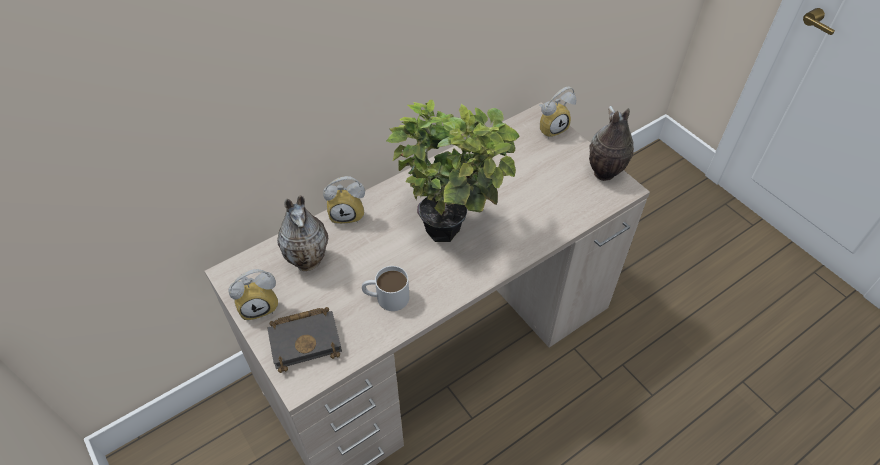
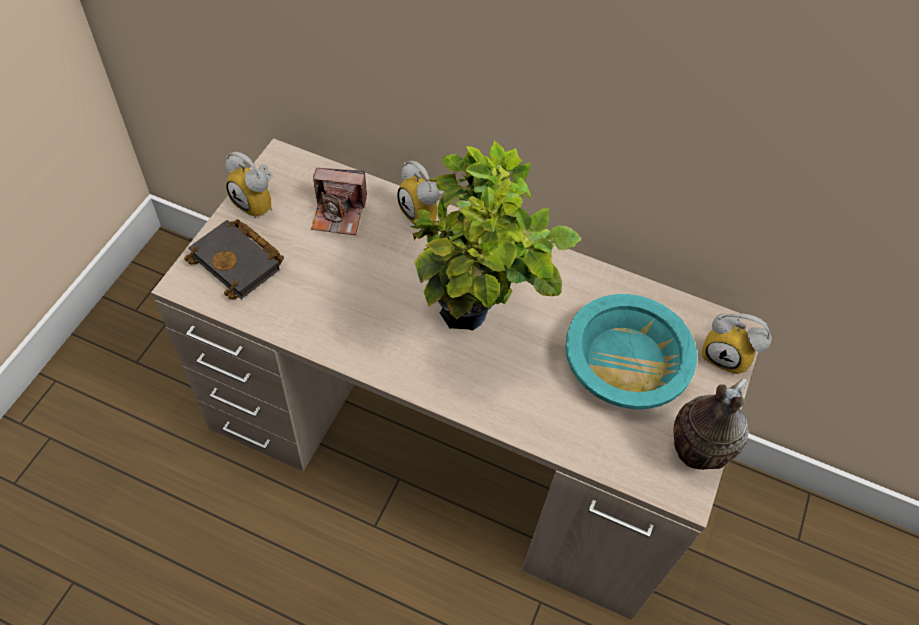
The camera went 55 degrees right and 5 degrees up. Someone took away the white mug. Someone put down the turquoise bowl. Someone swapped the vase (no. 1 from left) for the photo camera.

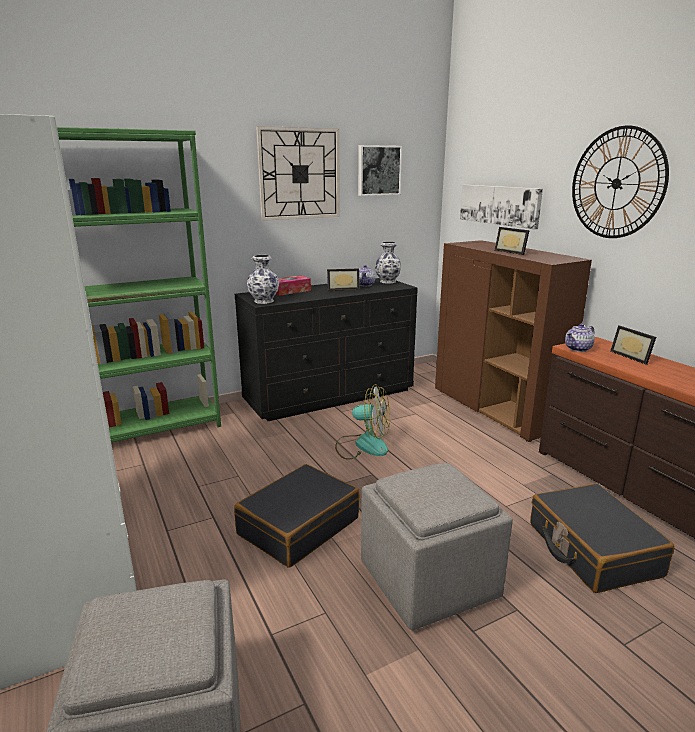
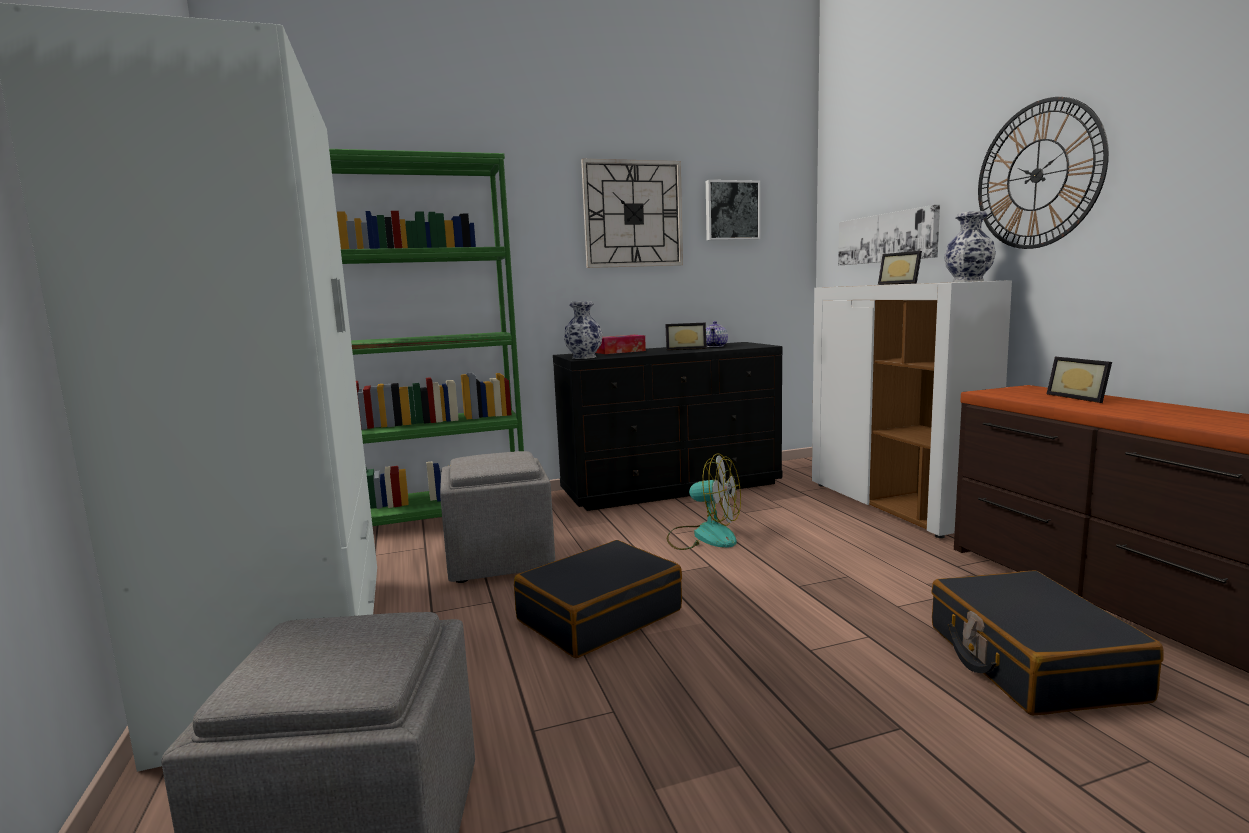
The camera went 10 degrees right and 10 degrees down. Someone took away the teapot (no. 2 from left). Someone carried the grey ottoman (no. 2 from left). Someone carried the vase (no. 2 from left). Someone repainted the brown cabinet, which became the white cabinet.

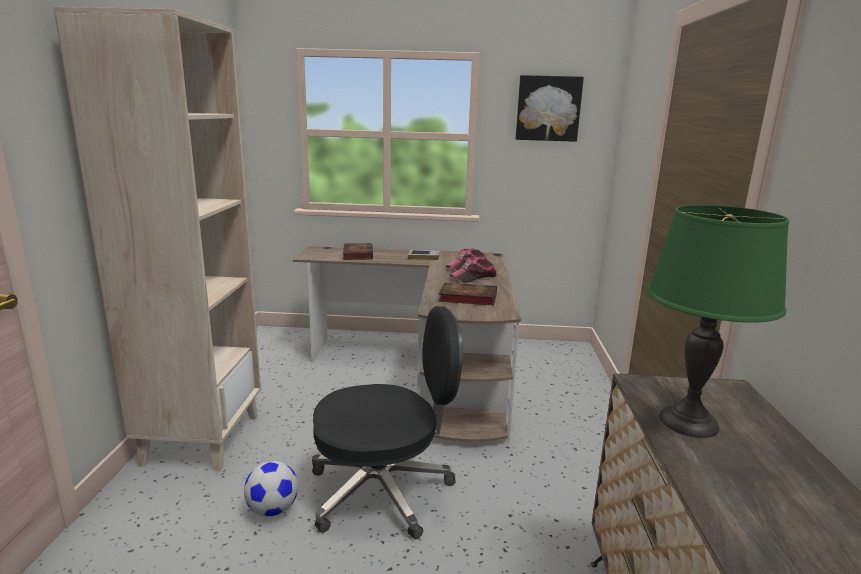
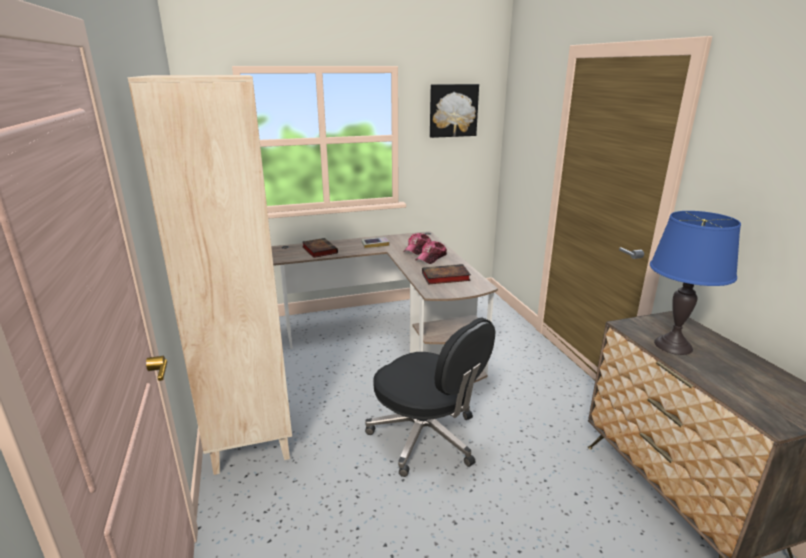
The camera went 20 degrees left and 5 degrees up. Someone took away the football. Someone repainted the green table lamp, which became the blue table lamp. Someone rotated the black office chair by 75 degrees clockwise.

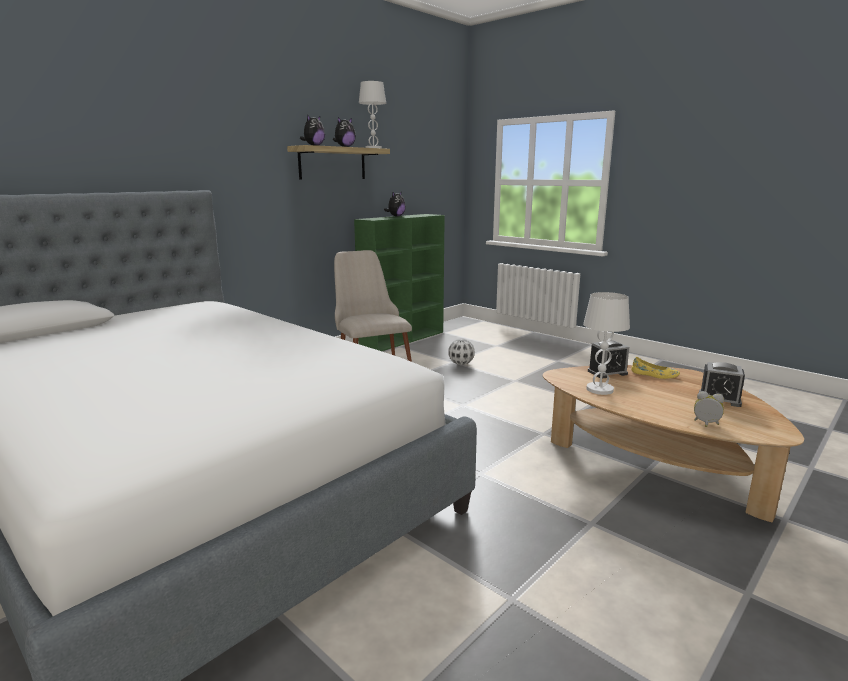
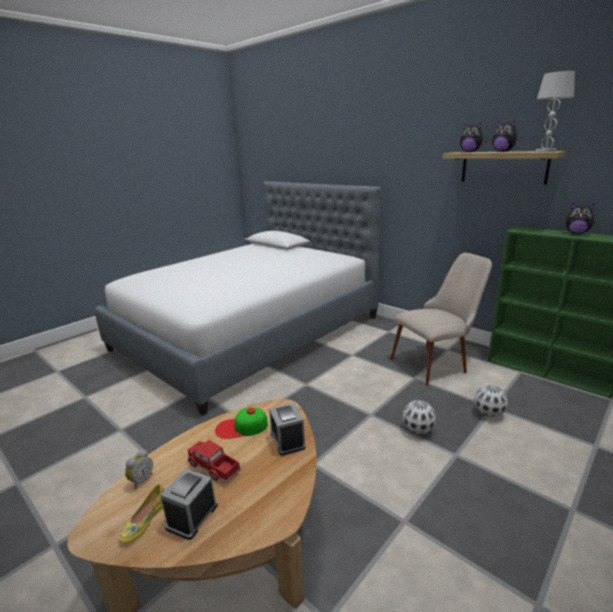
The camera went 90 degrees right and 5 degrees up. Someone put down the toy truck. Someone put down the football (no. 1 from left). Someone carried the yellow shoe. Someone swapped the white table lamp (no. 2 from left) for the cap.

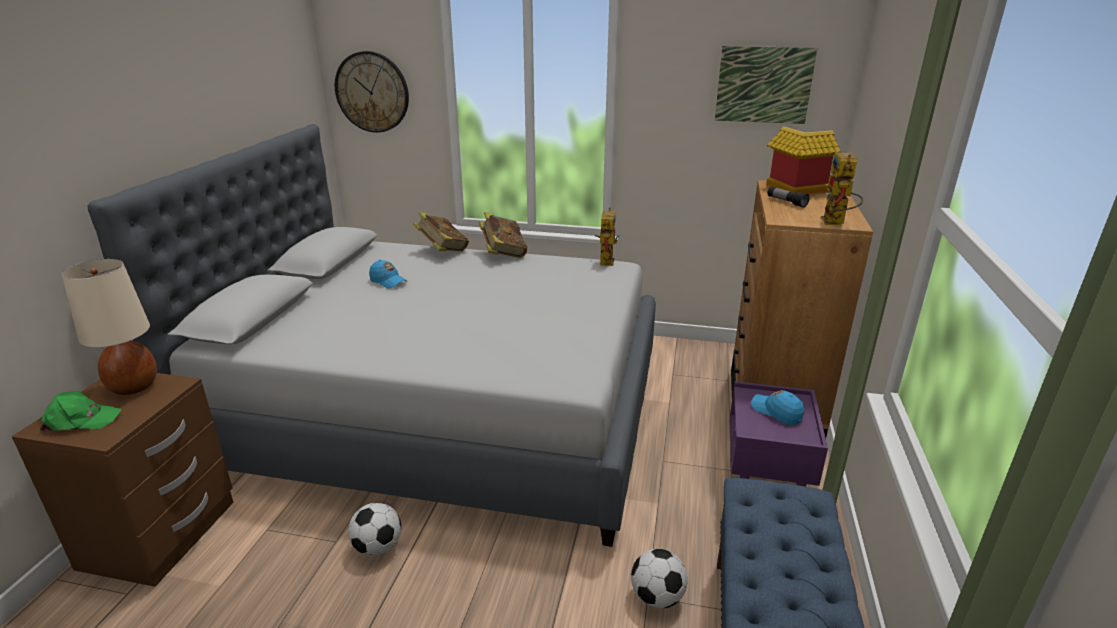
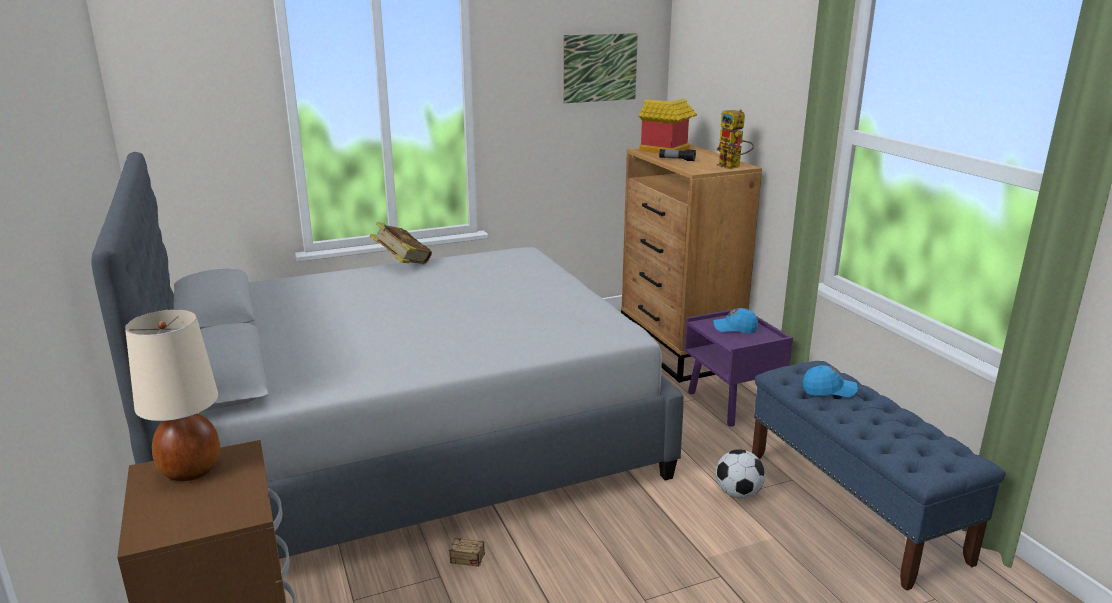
The camera went 35 degrees left and 5 degrees down. Someone took away the green cap. Someone took away the wall clock. Someone took away the book (no. 1 from left). Someone took away the toy robot (no. 1 from left). Someone carried the blue cap (no. 1 from left in the first image). Someone swapped the football (no. 1 from left) for the storage box.

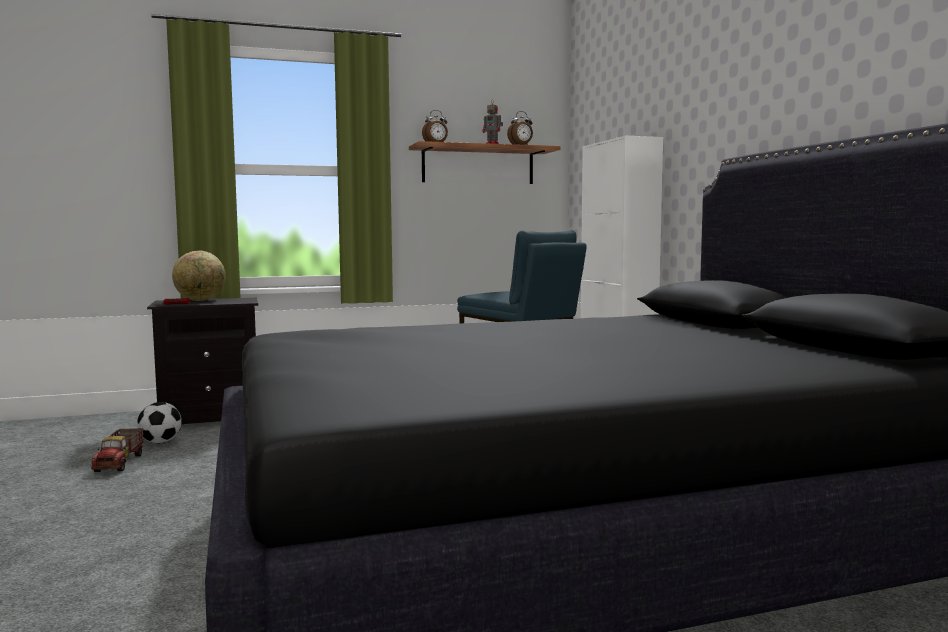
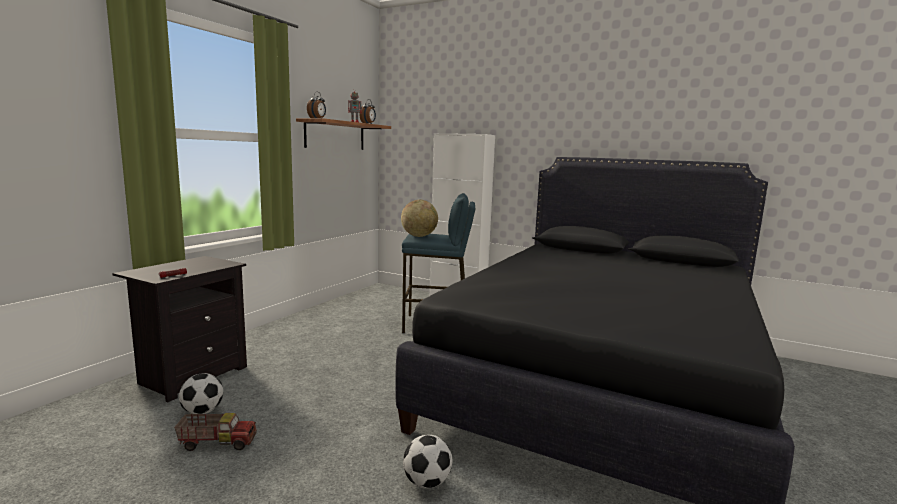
The camera went 45 degrees left and 5 degrees up. Someone put down the football (no. 2 from left). Someone carried the globe. Someone rotated the toy truck by 45 degrees counterclockwise.

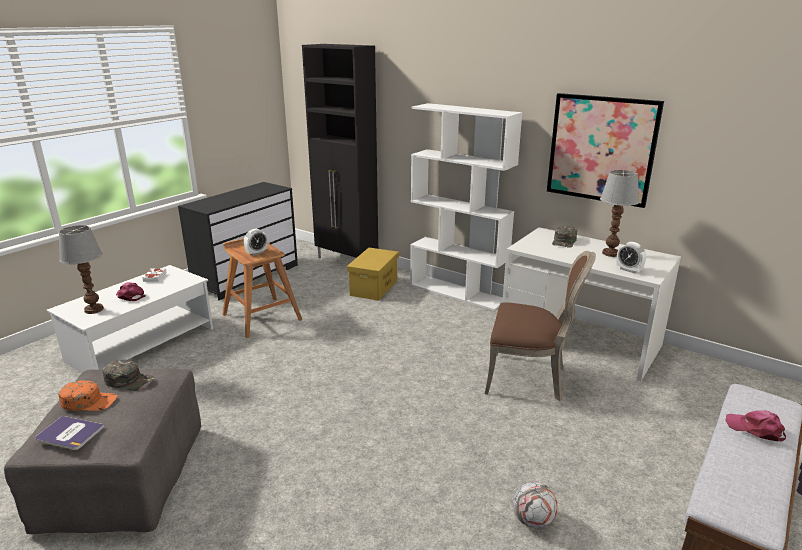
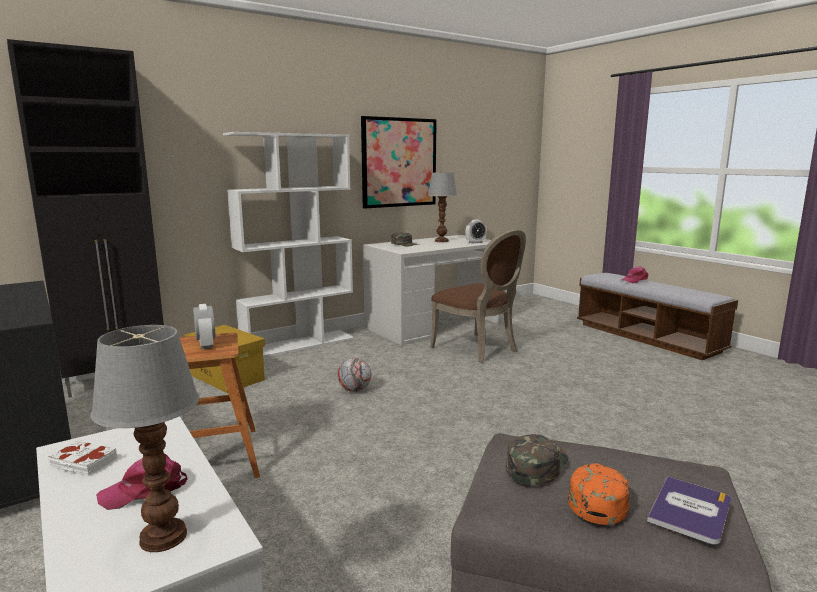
The camera went 70 degrees left and 10 degrees down. Someone carried the football. Someone rotated the brown chair by 105 degrees clockwise.

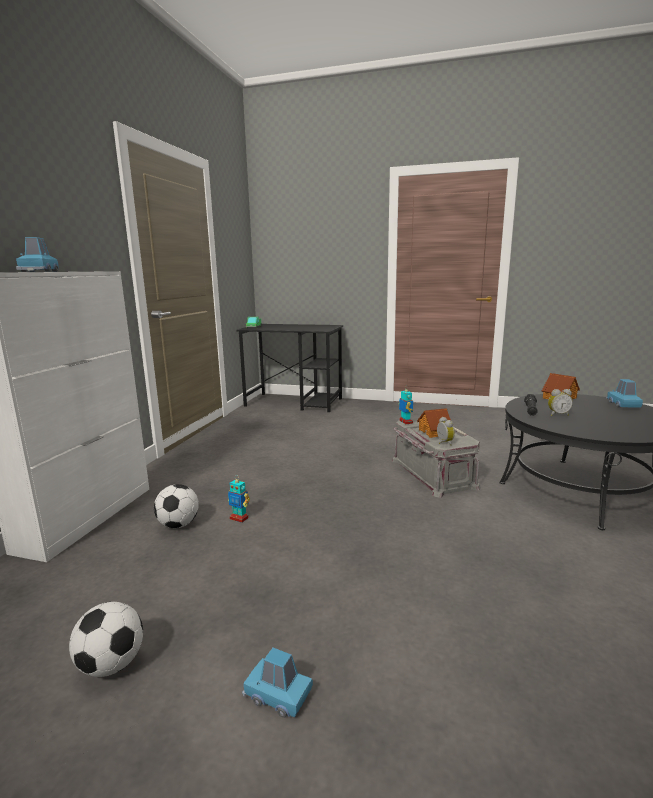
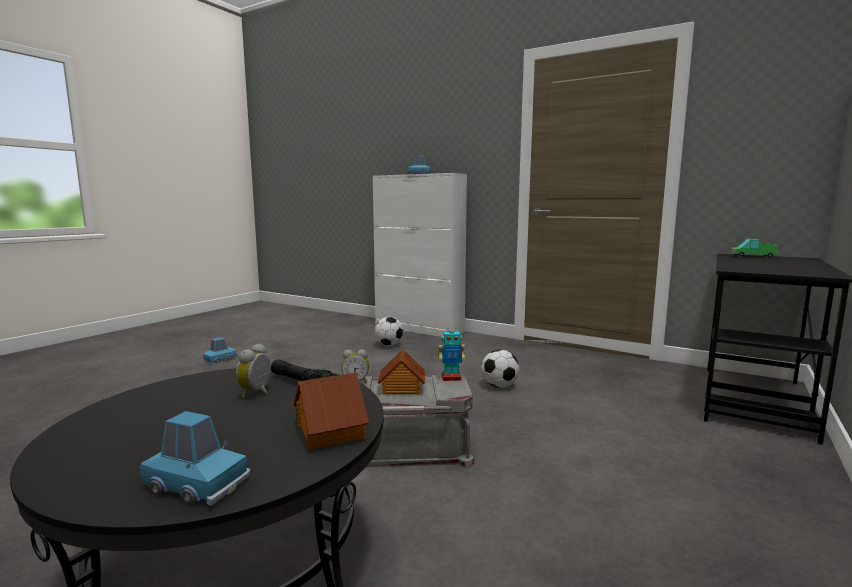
The camera went 105 degrees right and 5 degrees down. Someone took away the toy robot (no. 1 from left). Someone carried the football (no. 1 from left in the first image).

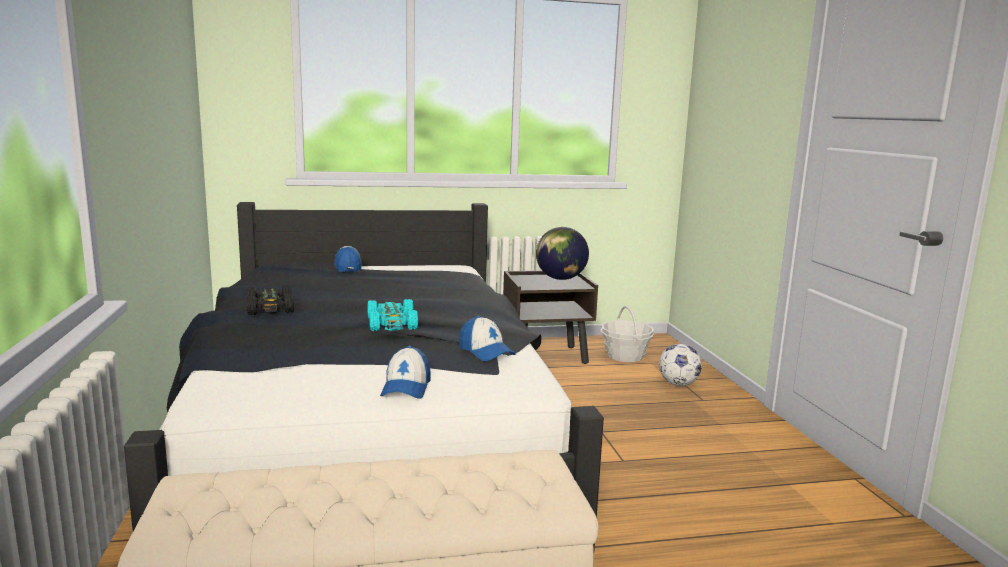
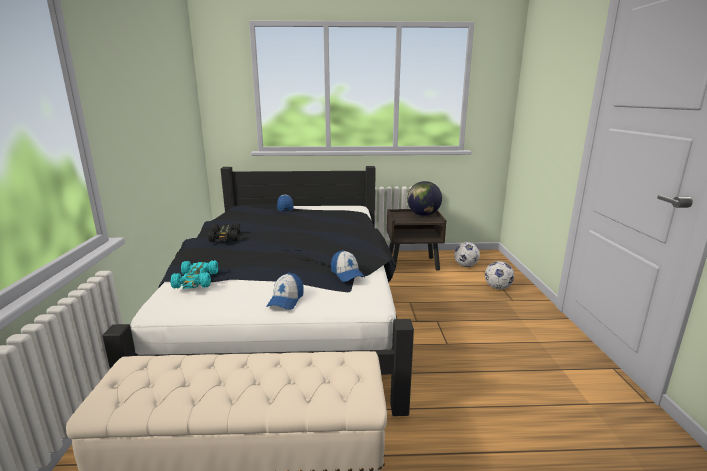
The camera went 10 degrees right and 5 degrees up. Someone carried the turquoise toy car. Someone swapped the basket for the football (no. 1 from left).

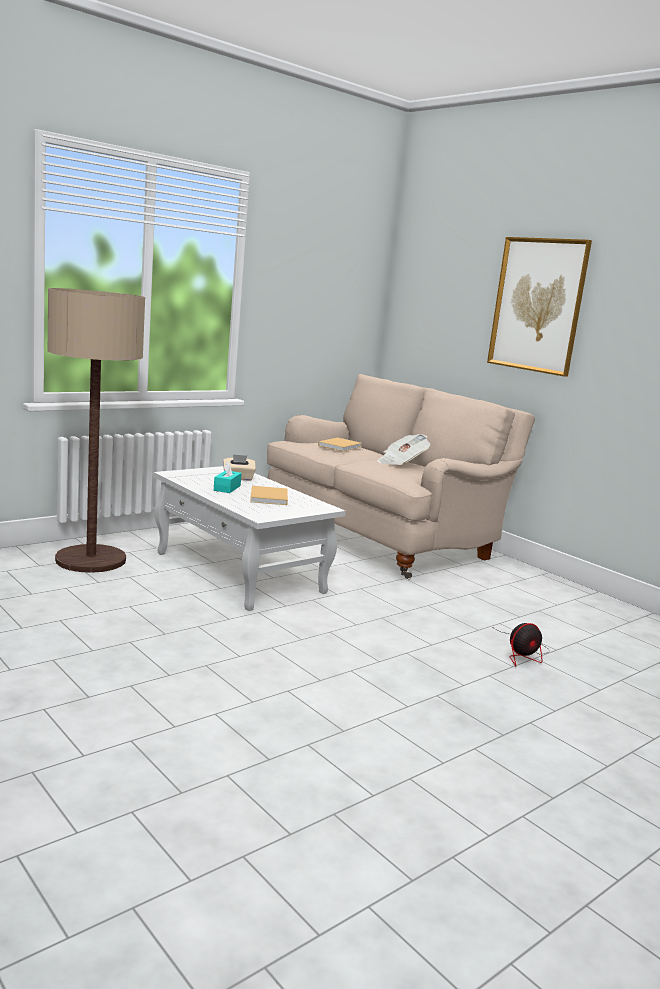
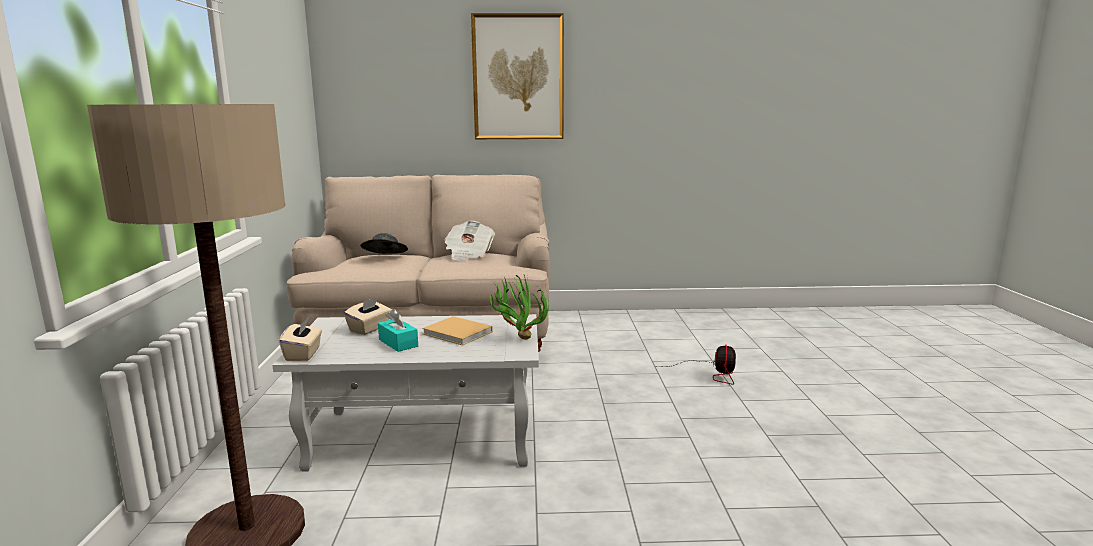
The camera went 50 degrees left and 0 degrees up. Someone put down the beige tissue box (no. 1 from left). Someone put down the potted plant. Someone swapped the beige book (no. 2 from left) for the grey hat.

